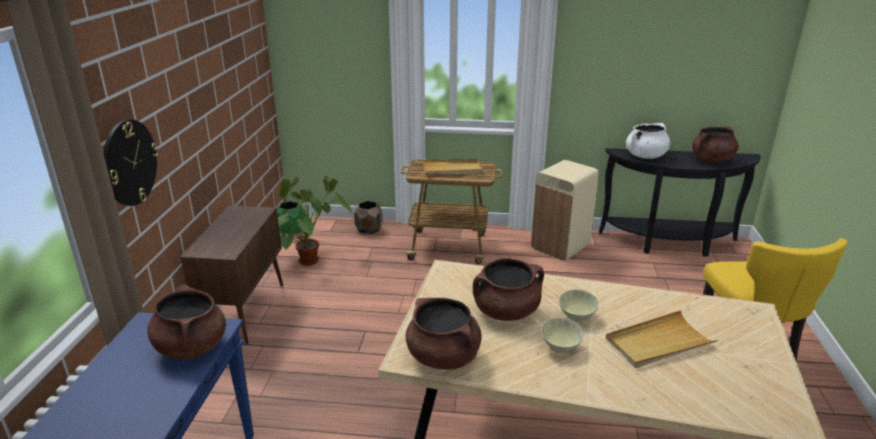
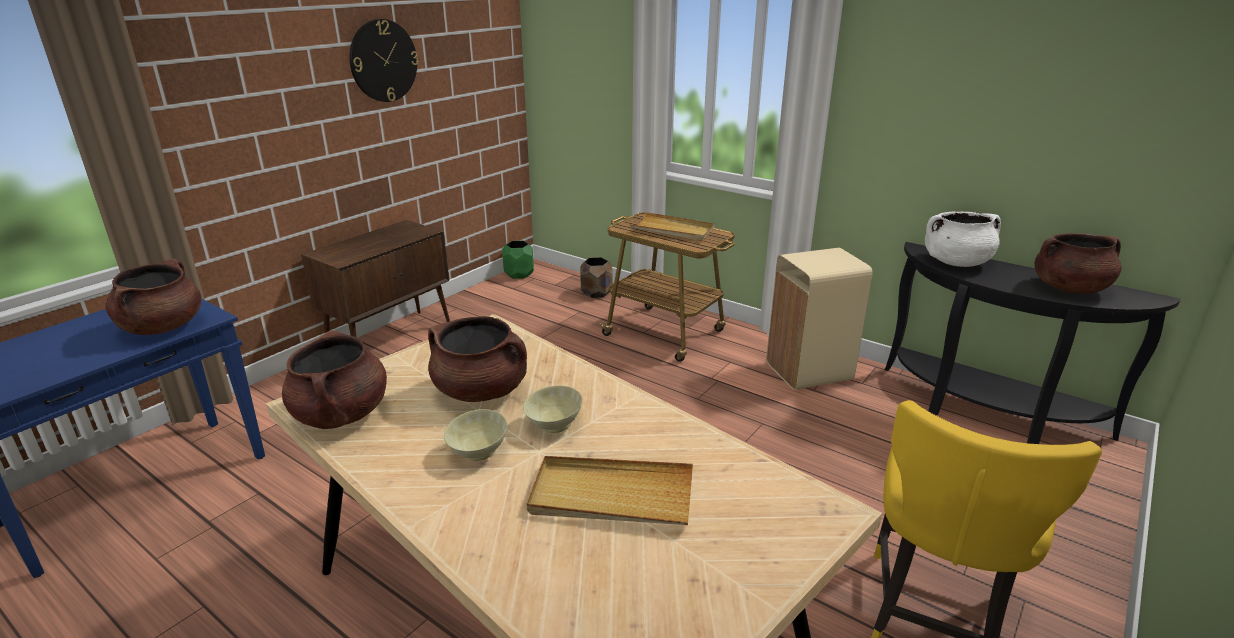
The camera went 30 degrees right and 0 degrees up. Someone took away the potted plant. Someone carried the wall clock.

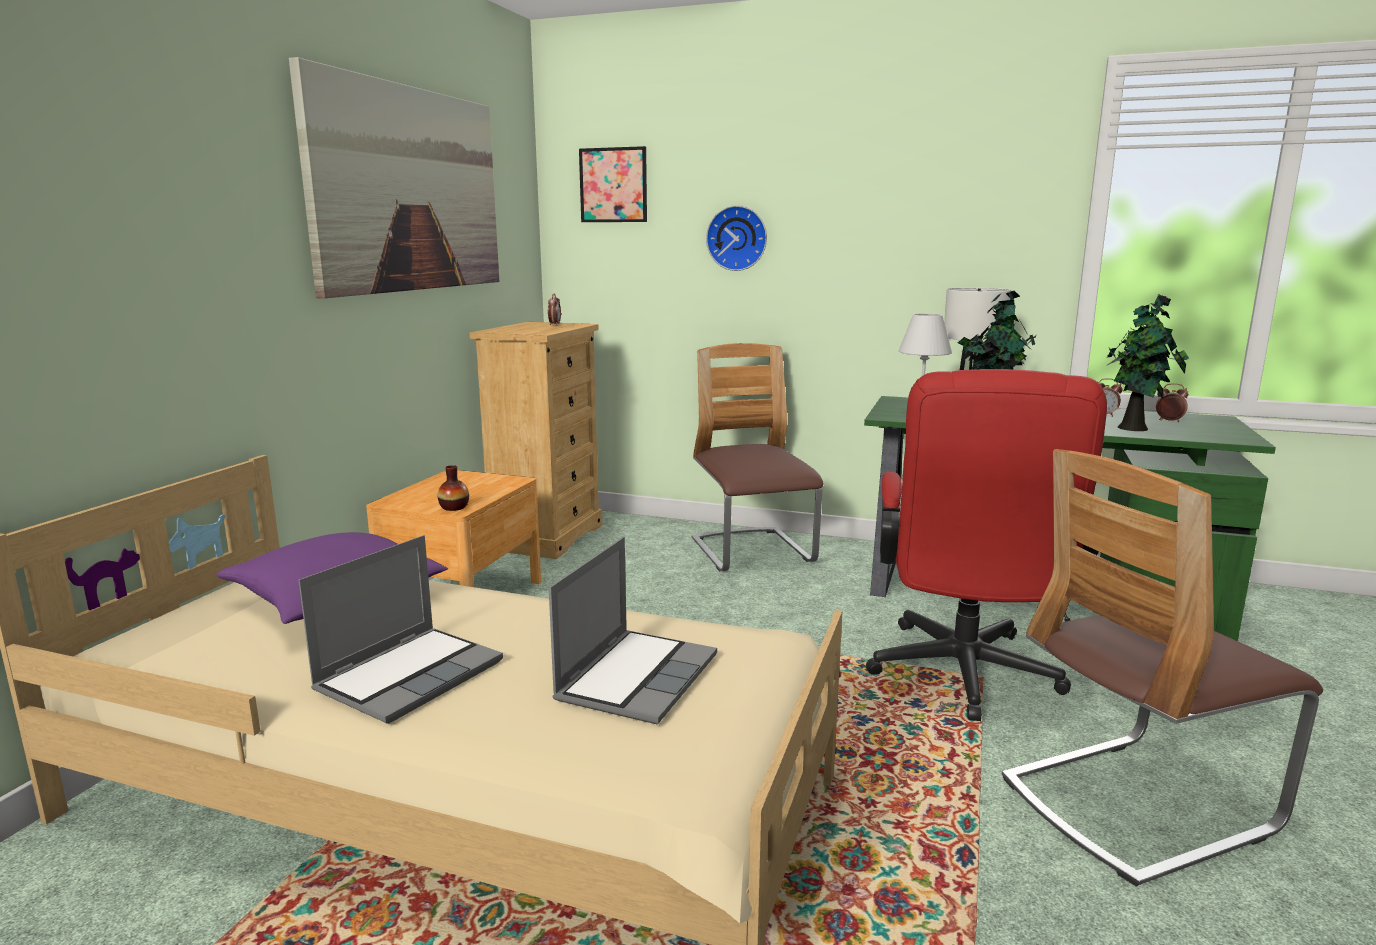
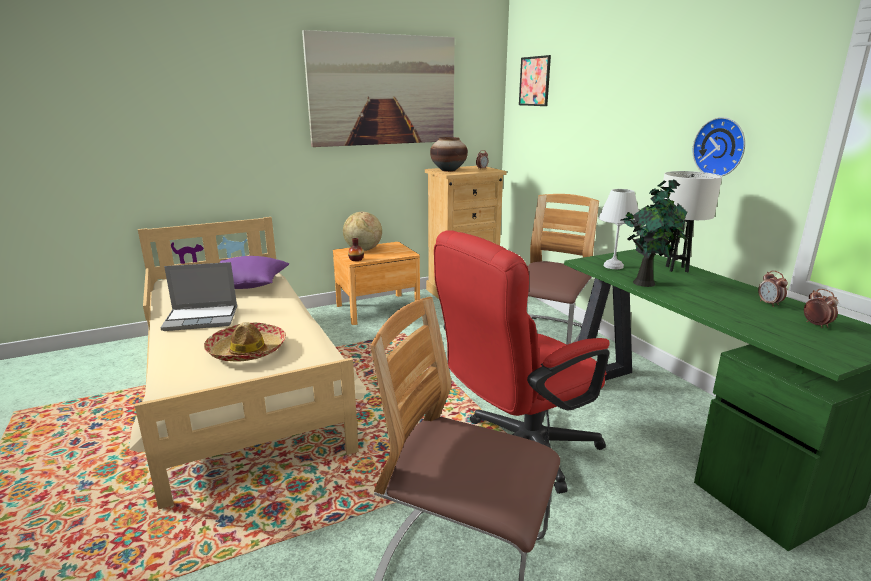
The camera went 45 degrees right and 5 degrees up. Someone took away the potted plant (no. 2 from left). Someone put down the globe. Someone put down the vase (no. 2 from left). Someone carried the wall clock. Someone swapped the laptop (no. 2 from left) for the hat.

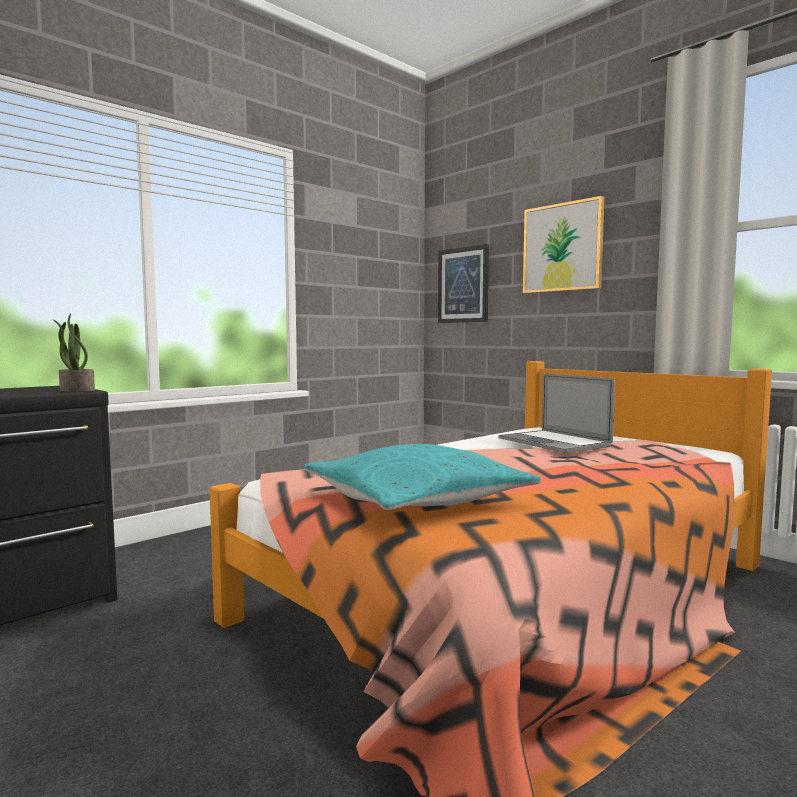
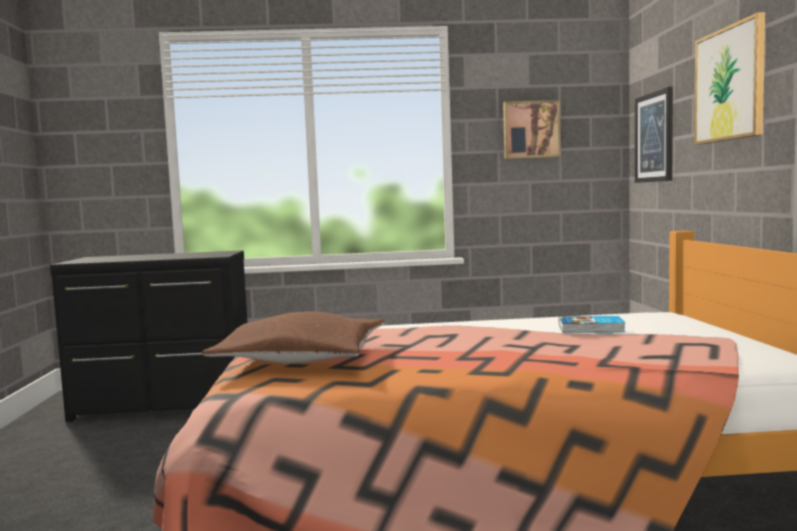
The camera went 40 degrees right and 0 degrees up. Someone took away the potted plant. Someone put up the picture (no. 1 from left). Someone swapped the laptop for the book. Someone repainted the turquoise pillow, which became the brown pillow.

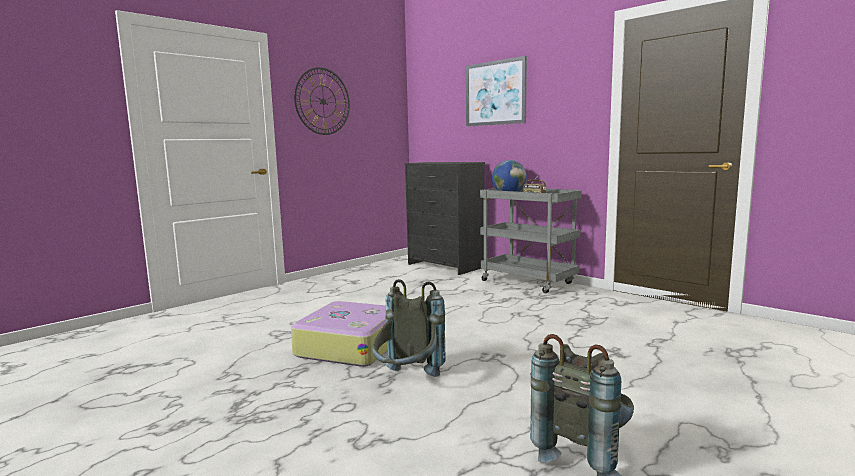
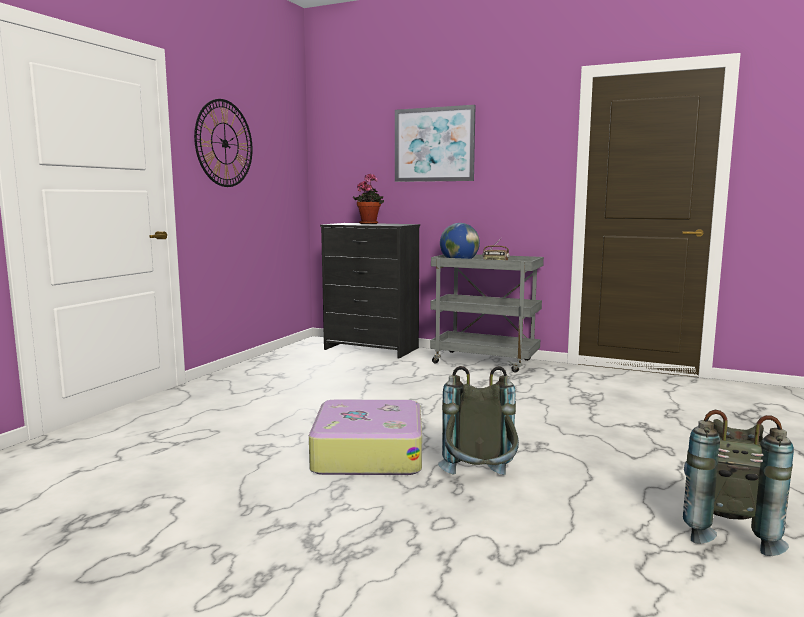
The camera went 20 degrees left and 0 degrees up. Someone put down the potted plant.

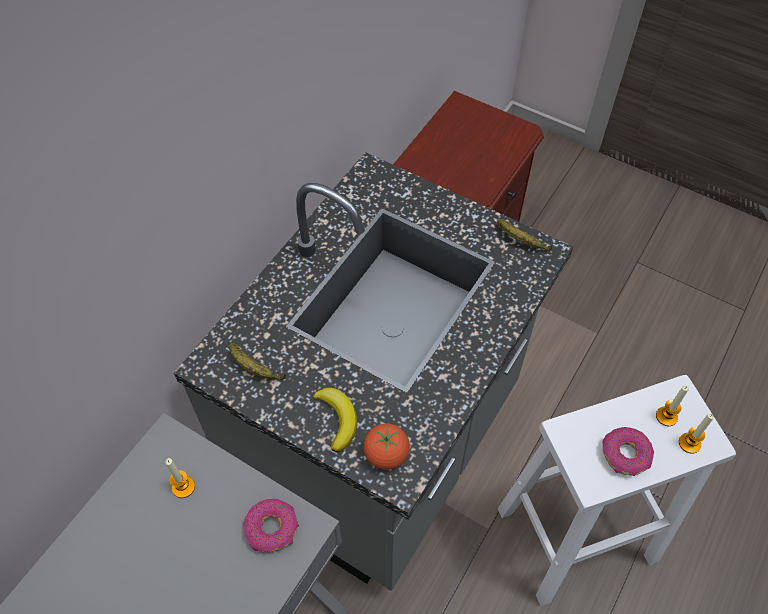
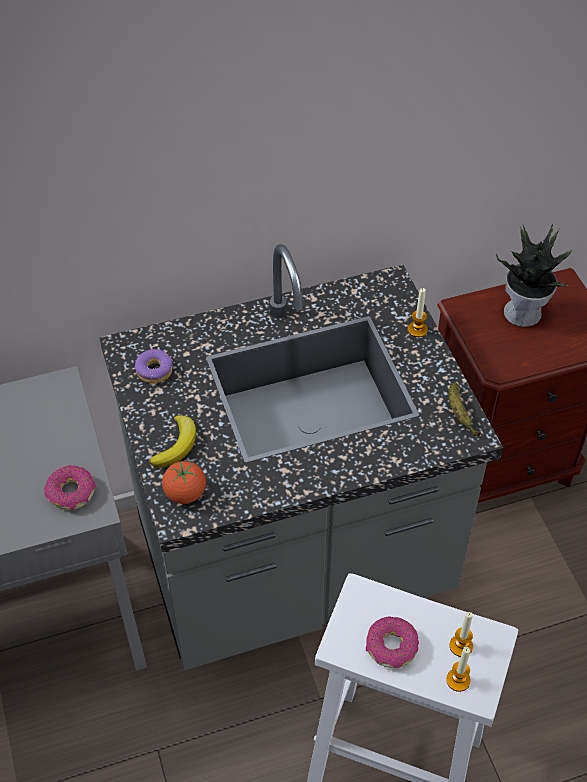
The camera went 40 degrees right and 5 degrees down. Someone put down the potted plant. Someone carried the candle (no. 1 from left). Someone swapped the banana (no. 1 from left) for the donut (no. 2 from left).

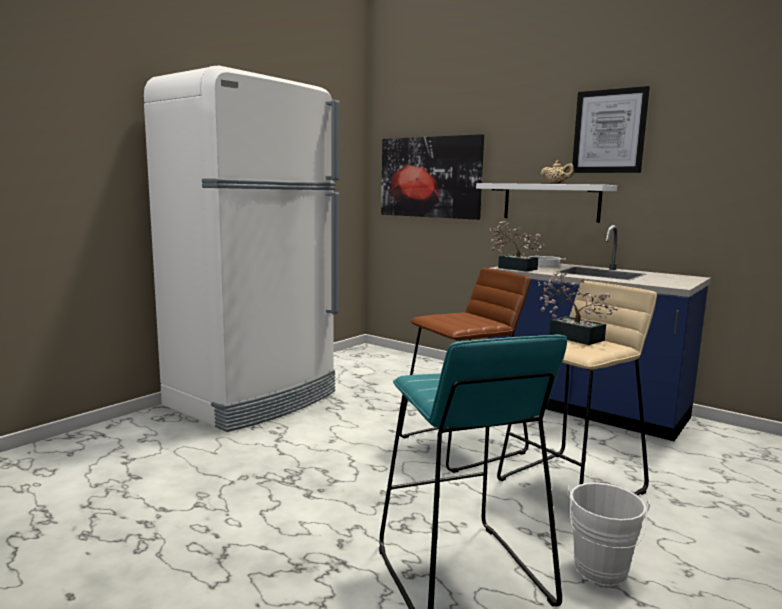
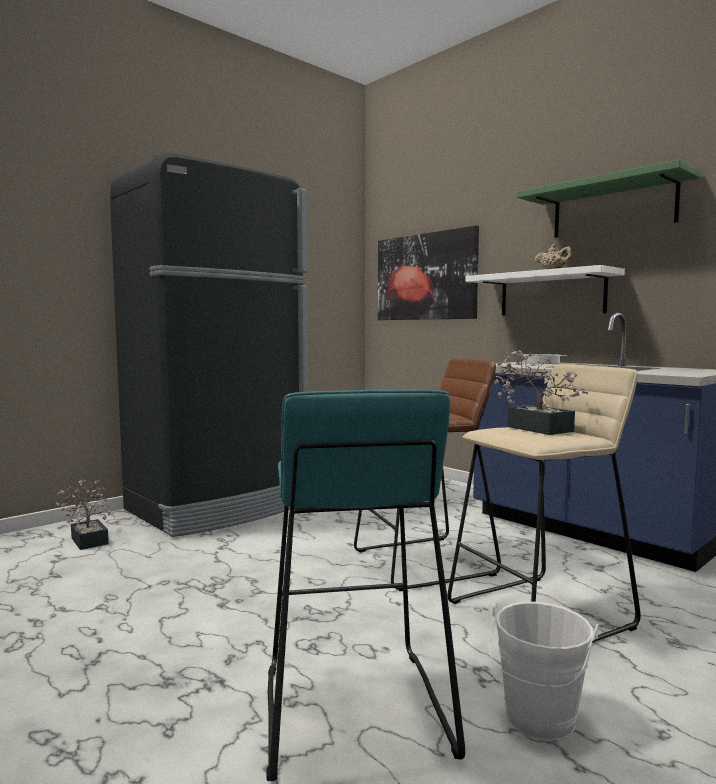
The camera went 10 degrees right and 5 degrees down. Someone carried the potted plant (no. 1 from left). Someone swapped the picture (no. 2 from left) for the green shelf. Someone repainted the white fridge, which became the black fridge.

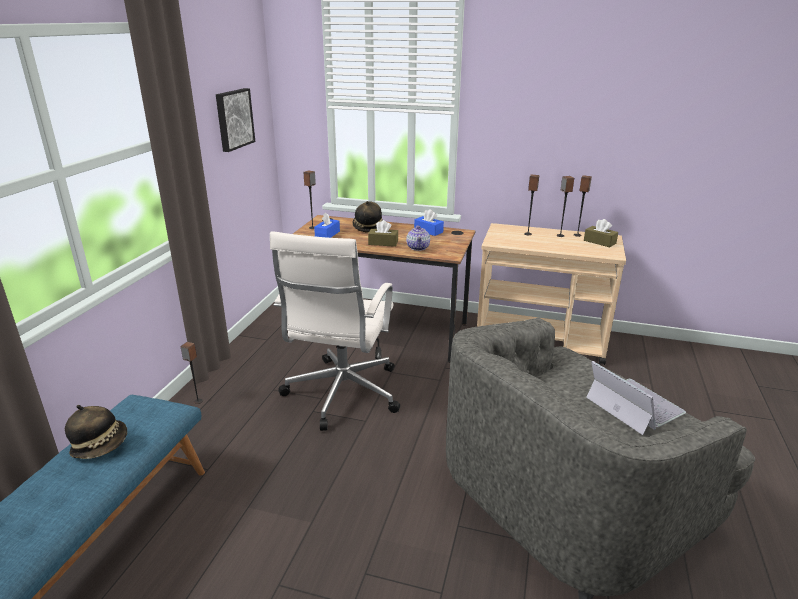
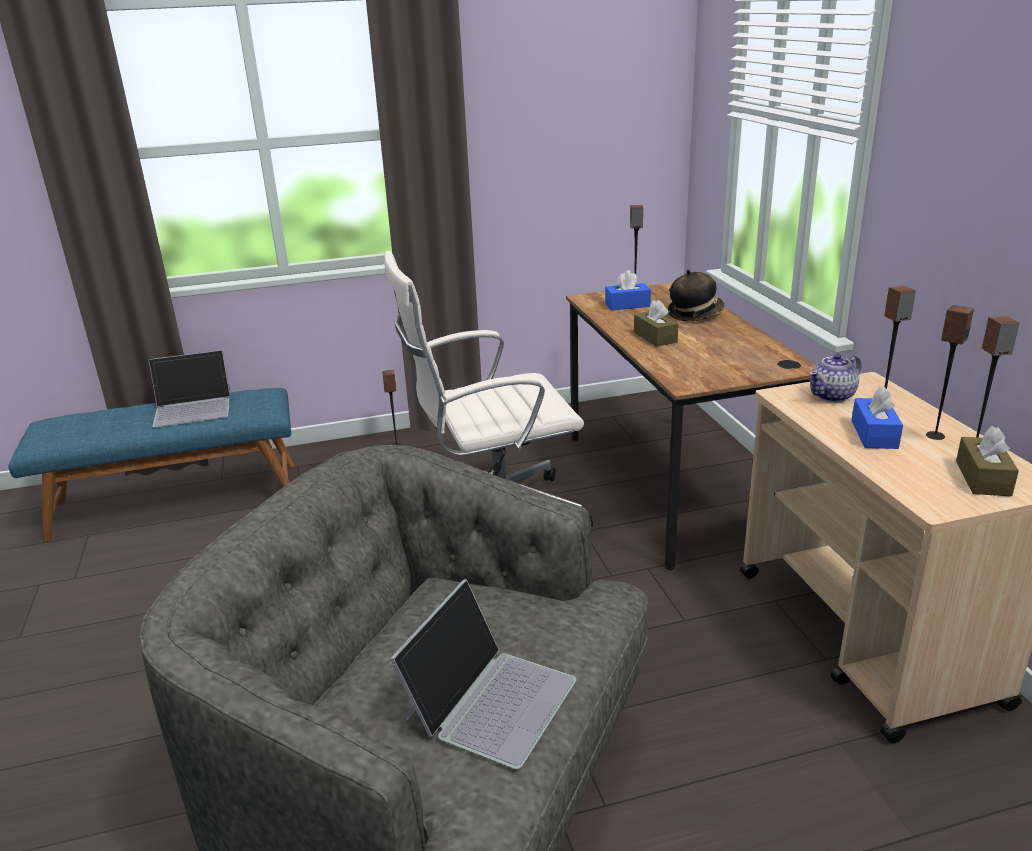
The camera went 60 degrees right and 0 degrees up. Someone took away the picture. Someone carried the teapot. Someone carried the blue tissue box (no. 2 from left). Someone swapped the hat (no. 1 from left) for the laptop (no. 1 from left).

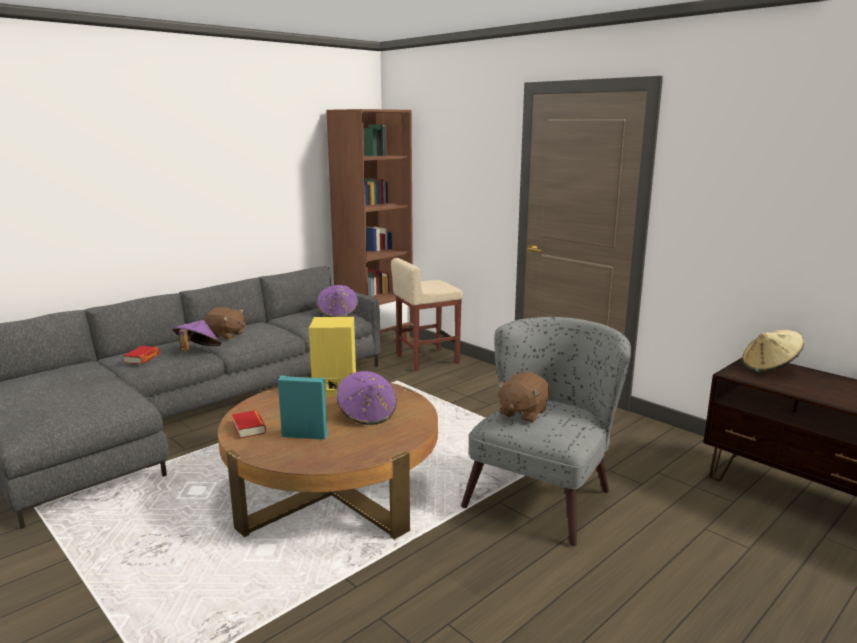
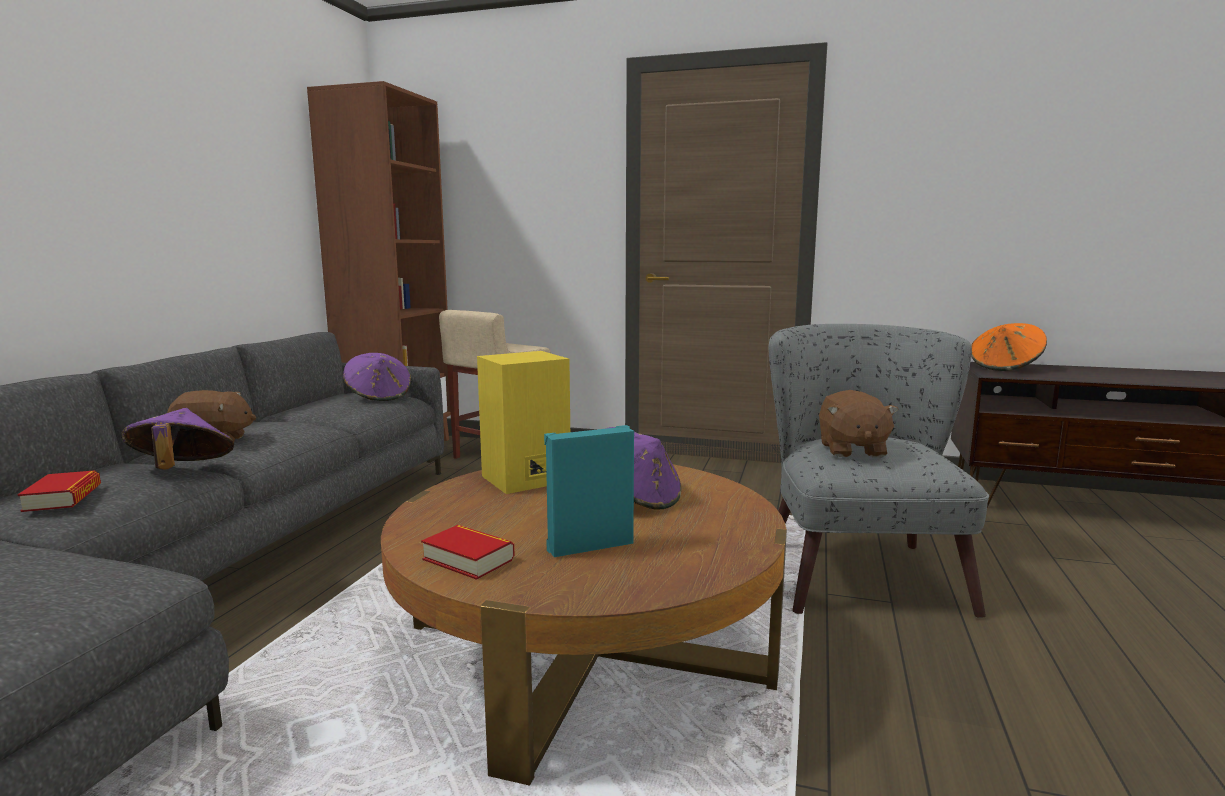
The camera went 30 degrees left and 5 degrees down. Someone repainted the beige hat, which became the orange hat.

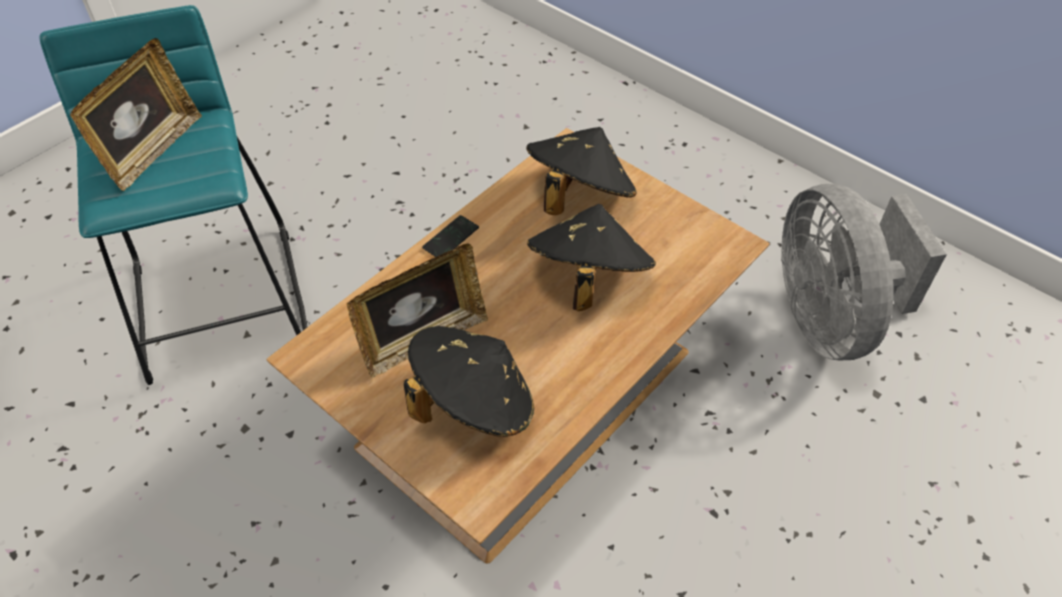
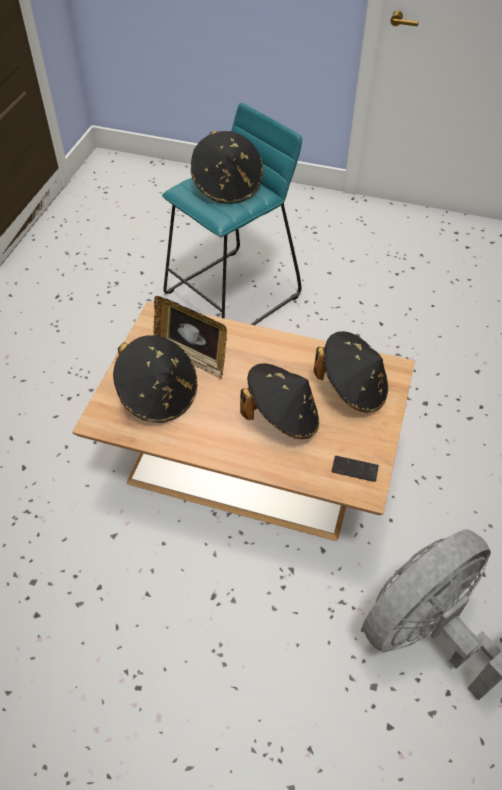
The camera went 65 degrees right and 0 degrees up. Someone carried the phone. Someone swapped the picture frame (no. 1 from left) for the black hat (no. 2 from left).

